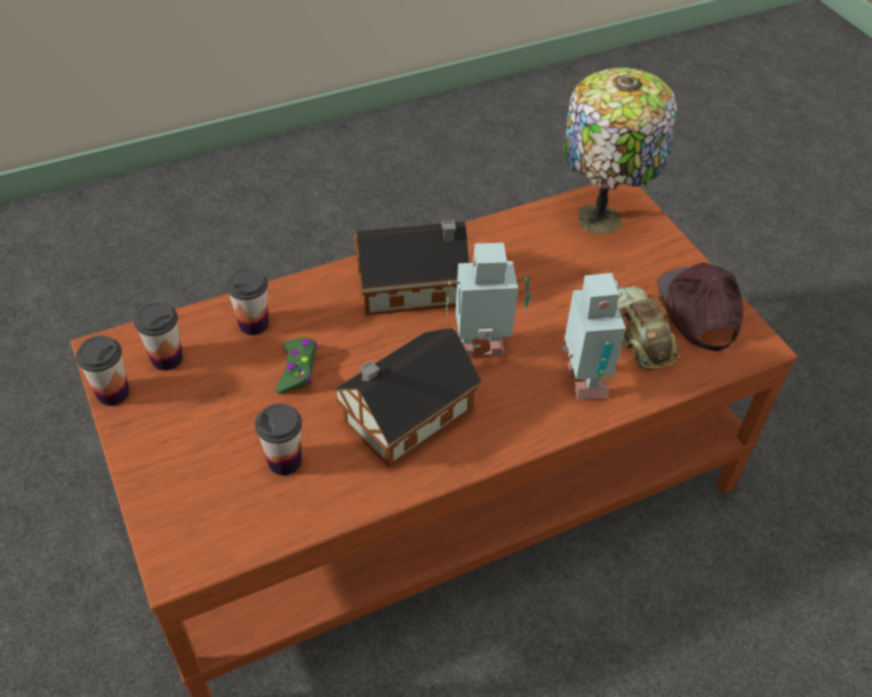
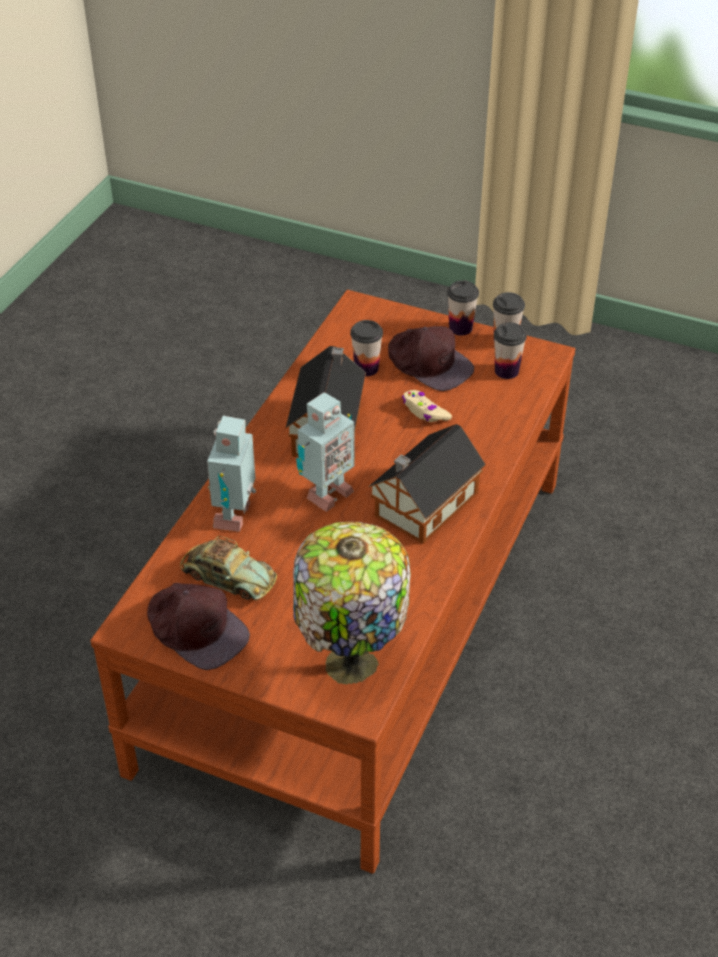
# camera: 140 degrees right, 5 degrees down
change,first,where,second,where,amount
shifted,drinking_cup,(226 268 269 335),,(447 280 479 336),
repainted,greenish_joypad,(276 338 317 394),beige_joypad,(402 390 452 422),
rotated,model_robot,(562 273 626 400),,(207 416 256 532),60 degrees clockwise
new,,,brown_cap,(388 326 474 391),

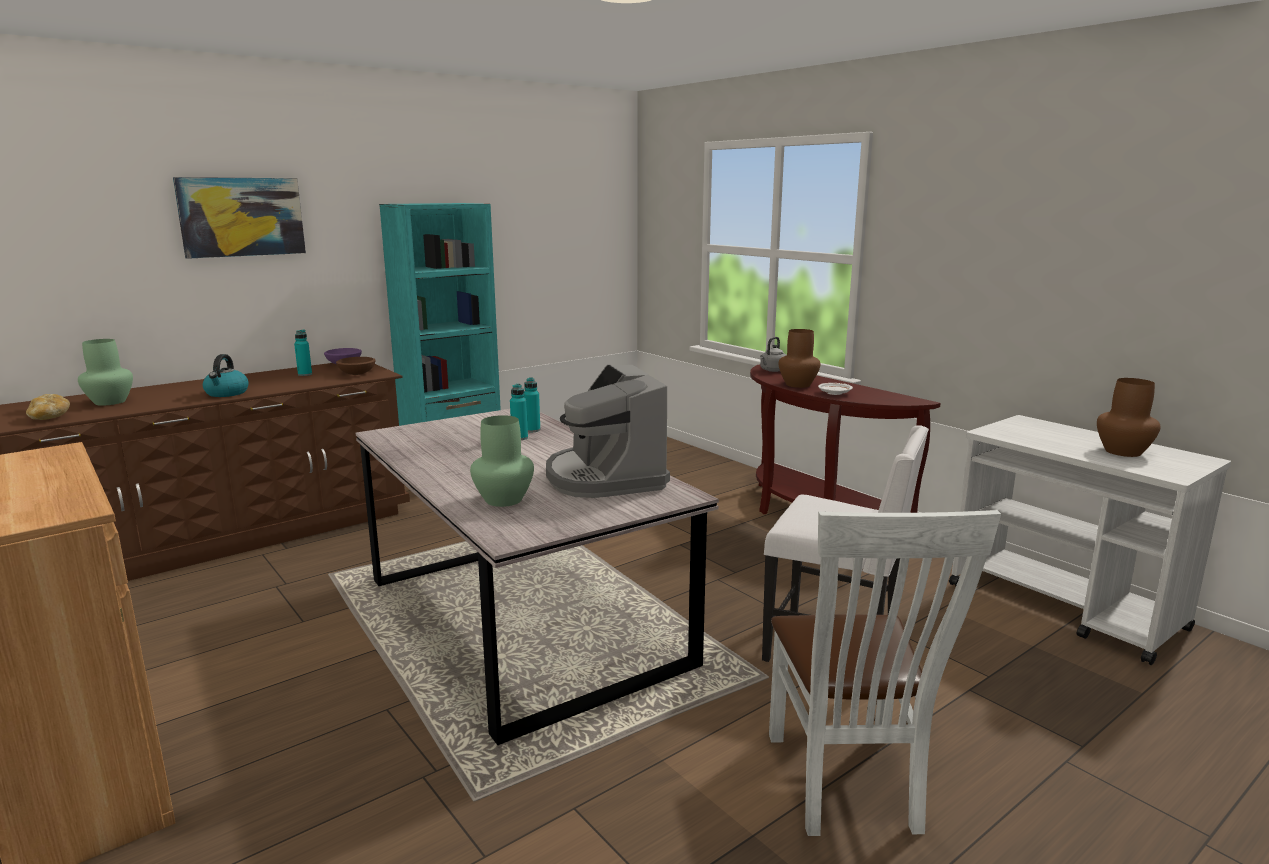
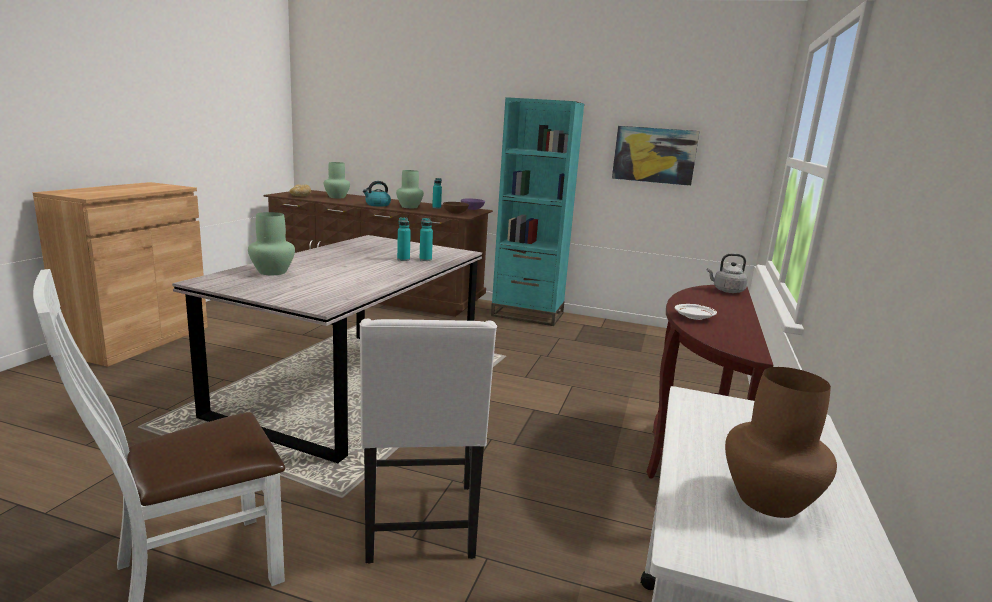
# camera: 55 degrees right, 0 degrees up
change,first,where,second,where,amount
shifted,wall_art,(173 177 306 259),,(612 126 700 186),
gone,coffee_brewer,(546 364 670 498),,,
gone,brown_flower_vase,(779 329 820 388),,,
new,,,greenish_flower_vase,(396 170 424 208),

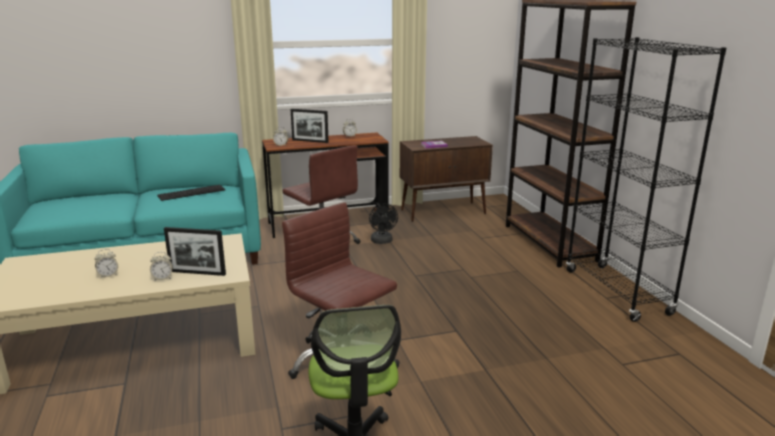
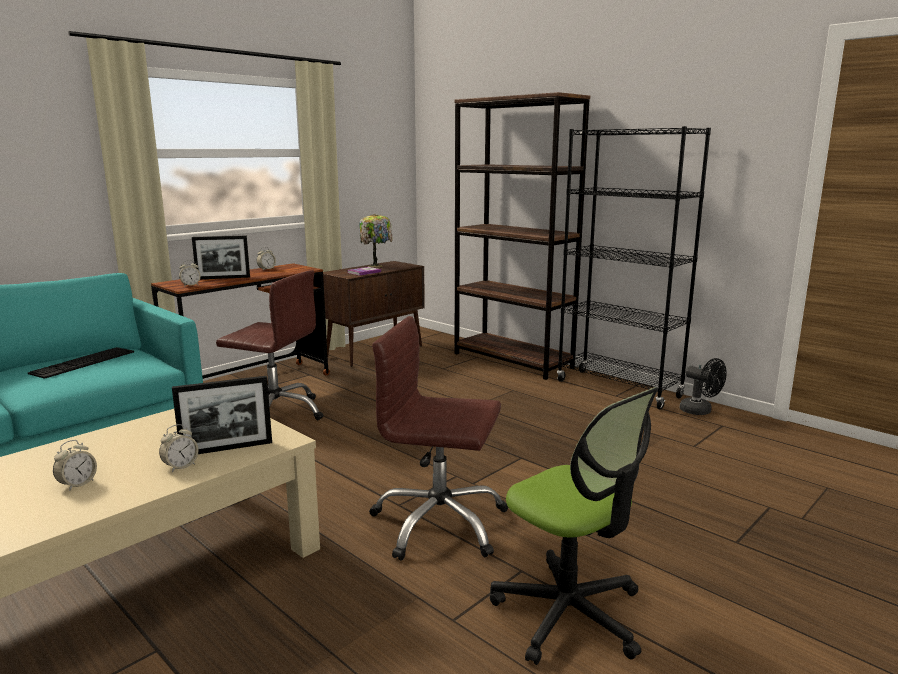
# camera: 30 degrees left, 5 degrees down
change,first,where,second,where,amount
shifted,black-coloured_fan,(369 204 398 244),,(679 358 727 415),
new,,,lamp_for_a_table,(359 214 392 268),

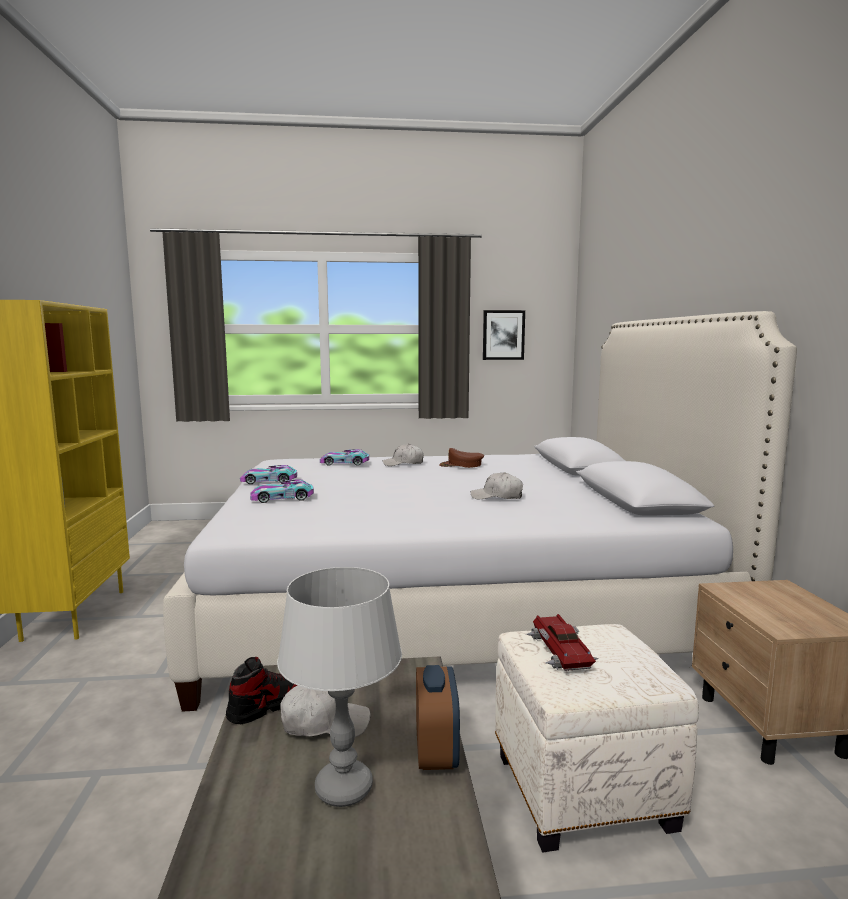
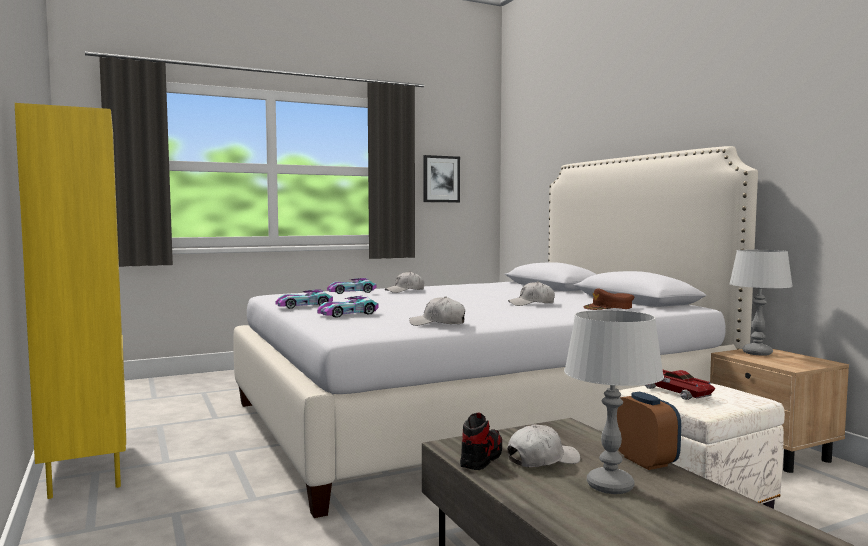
# camera: 20 degrees left, 5 degrees down
change,first,where,second,where,amount
shifted,brown_cap,(439 448 484 468),,(583 288 634 310),
new,,,white_cap,(409 296 465 326),
new,,,greyish_lamp_for_a_table,(729 250 793 356),

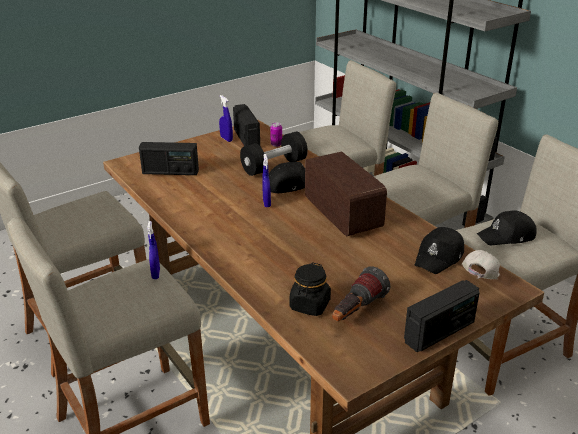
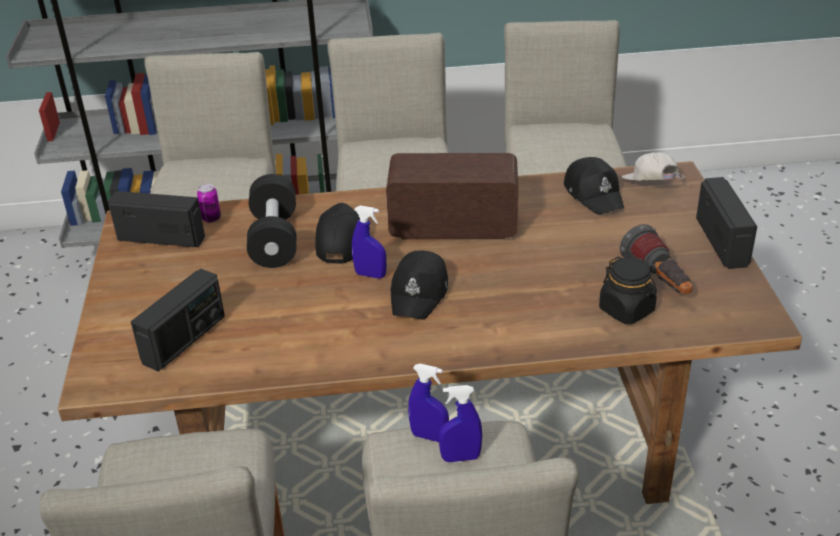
# camera: 60 degrees left, 5 degrees up
change,first,where,second,where,amount
shifted,bluish_sprayer,(219 95 233 142),,(439 385 482 462),
shifted,black-coloured_cap,(477 210 537 245),,(390 251 448 320),

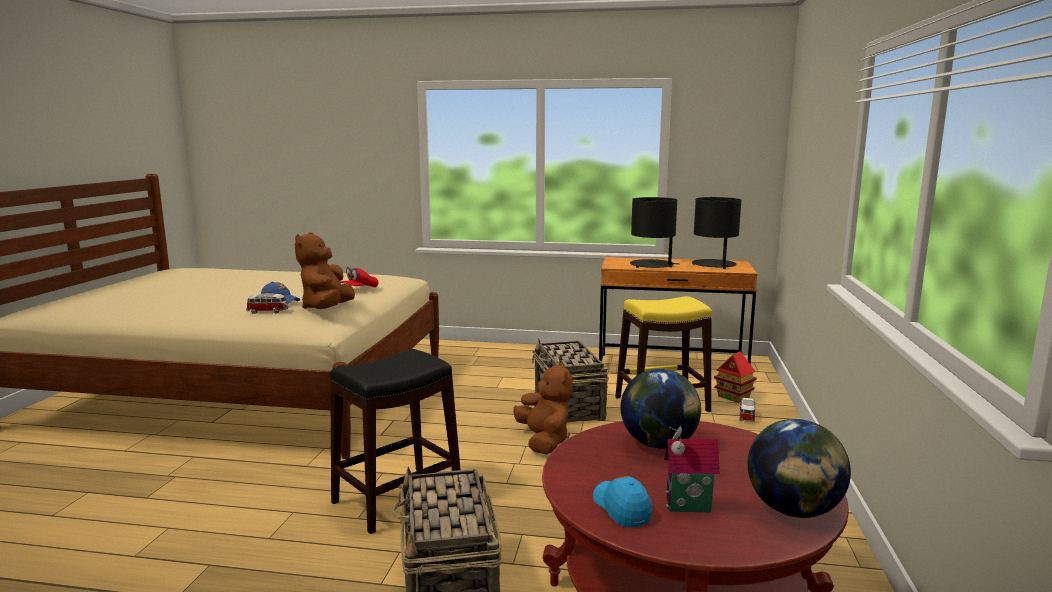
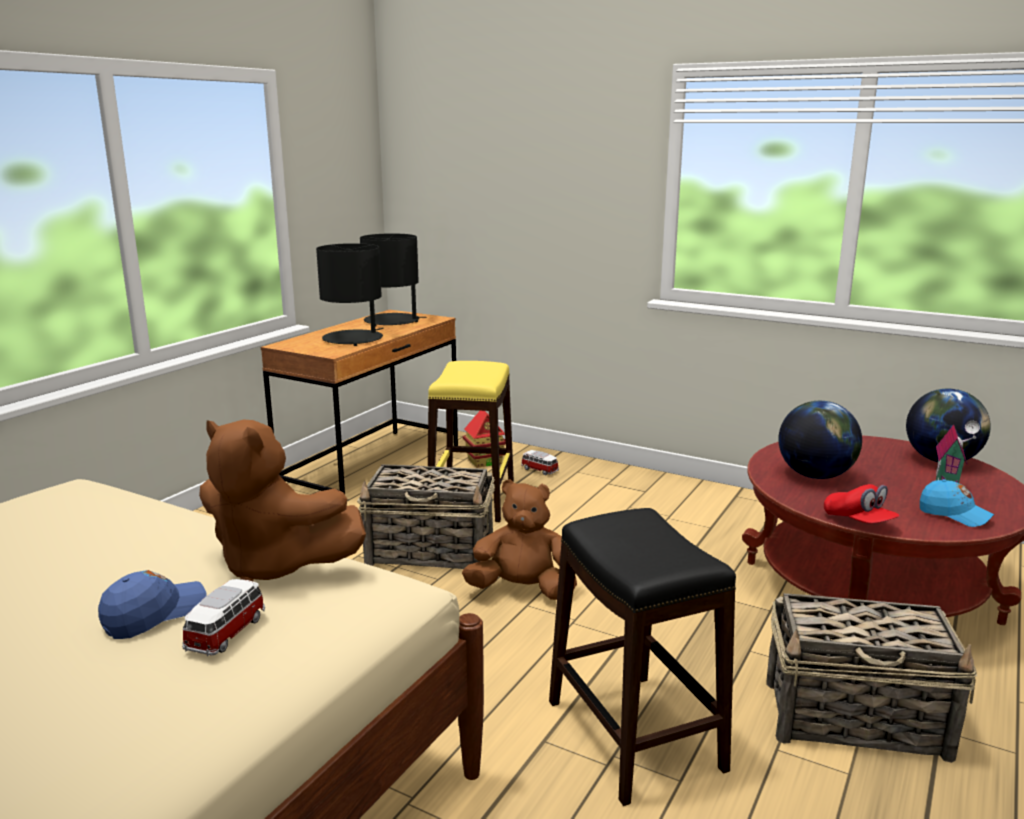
# camera: 70 degrees left, 5 degrees up
change,first,where,second,where,amount
shifted,red_cap,(340 267 378 287),,(824 484 900 524),
rotated,bluish_cap,(593 476 652 528),,(920 479 994 527),135 degrees counterclockwise

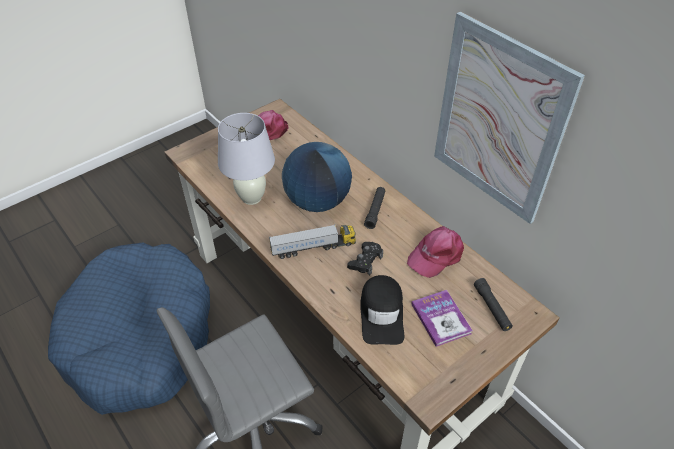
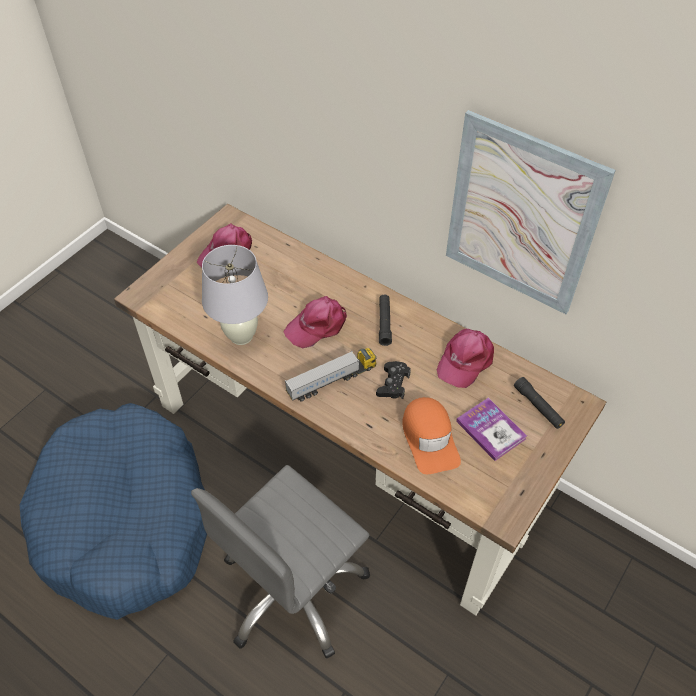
# camera: 15 degrees left, 5 degrees up
change,first,where,second,where,amount
swapped,desk_globe,(282 142 352 212),pink-coloured_cap,(283 296 347 348),
repainted,black-coloured_cap,(360 275 404 345),orange-coloured_cap,(402 397 461 474),

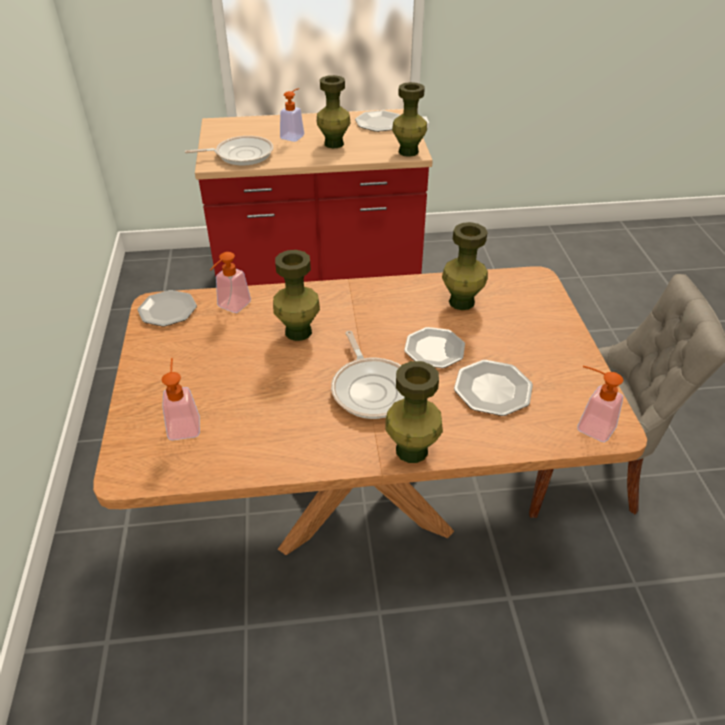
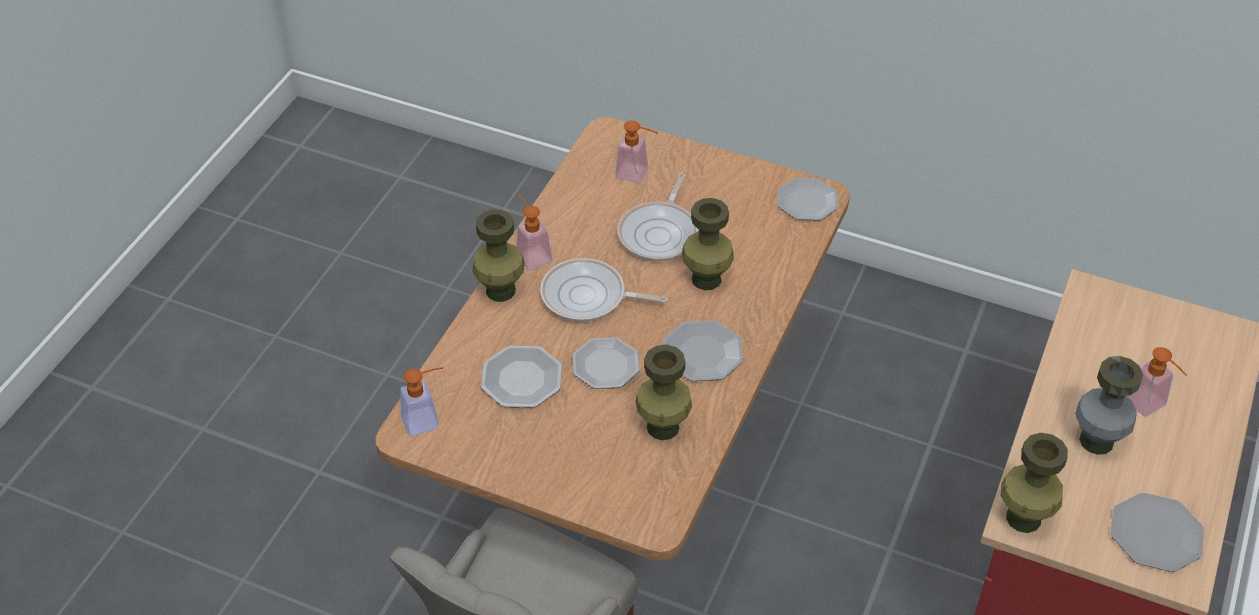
# camera: 120 degrees right, 5 degrees up
change,first,where,second,where,amount
shifted,skillet,(185 136 273 166),,(618 174 699 261),
shifted,soap_bottle,(210 252 251 313),,(516 195 553 271),
repainted,greenish_flower_vase,(317 75 351 148),greyish_flower_vase,(1075 356 1143 455),
new,,,plate,(663 320 744 381),

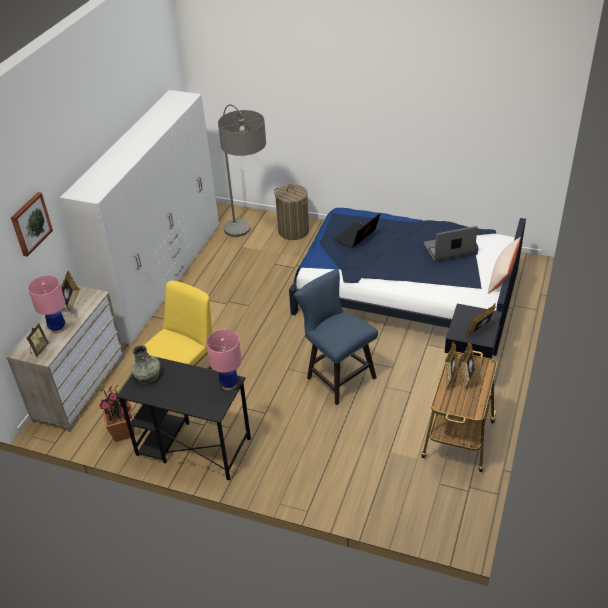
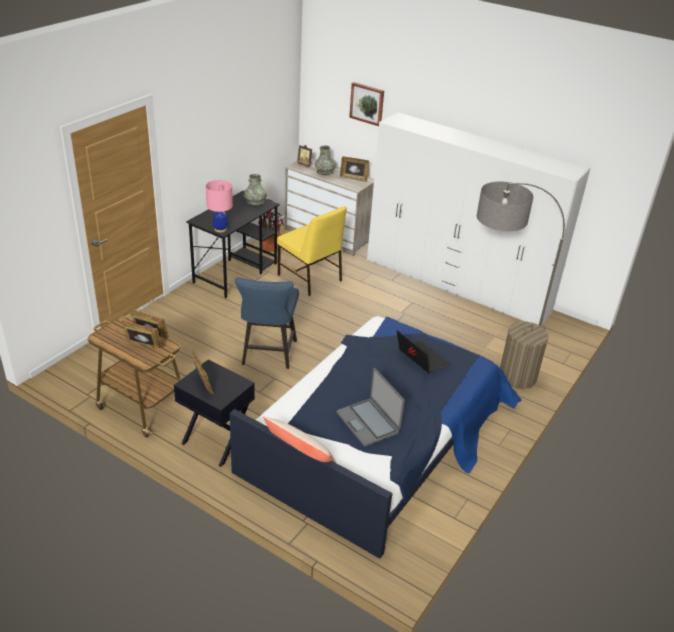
# camera: 100 degrees right, 5 degrees down
change,first,where,second,where,amount
swapped,pink-coloured_lamp_for_a_table,(28 276 65 333),greyish_flower_vase,(315 146 336 175),
rotated,bluish_chair,(294 269 378 405),,(235 277 299 369),120 degrees clockwise
rotated,portable_computer,(423 226 478 261),,(337 368 405 446),150 degrees clockwise

